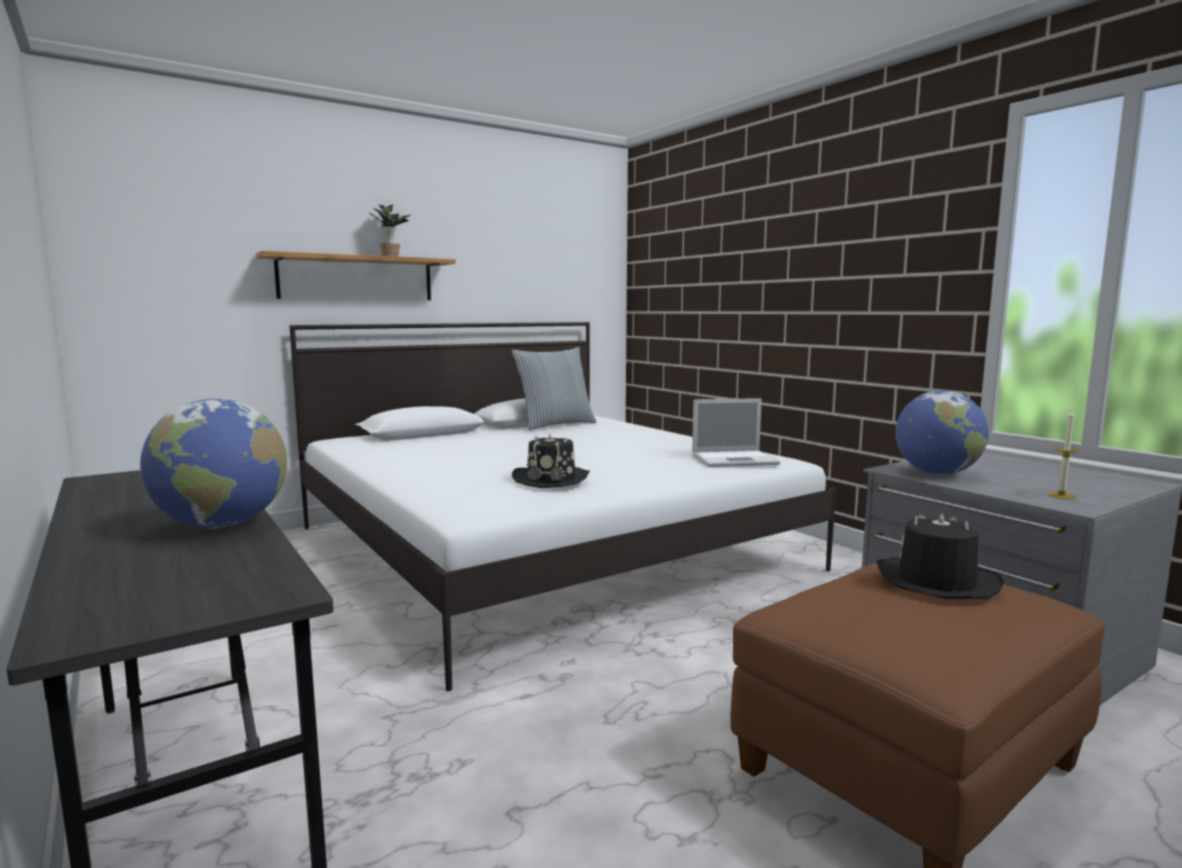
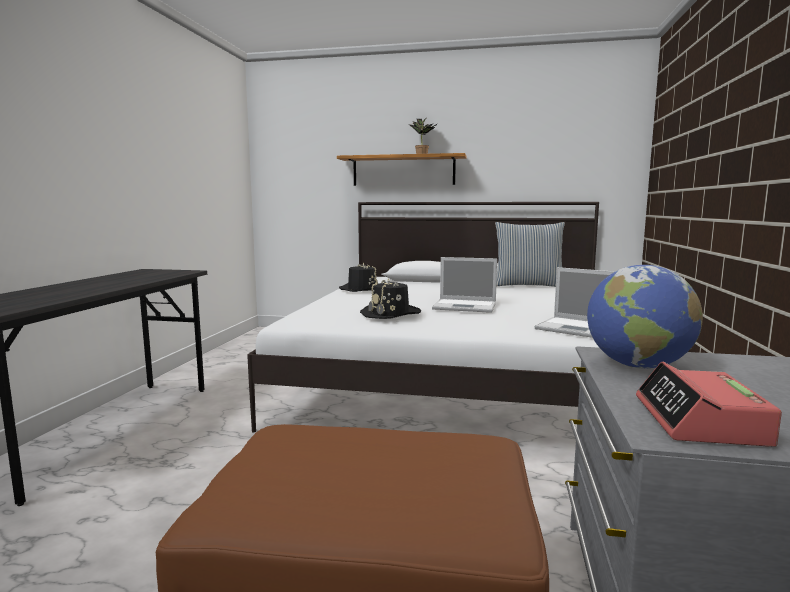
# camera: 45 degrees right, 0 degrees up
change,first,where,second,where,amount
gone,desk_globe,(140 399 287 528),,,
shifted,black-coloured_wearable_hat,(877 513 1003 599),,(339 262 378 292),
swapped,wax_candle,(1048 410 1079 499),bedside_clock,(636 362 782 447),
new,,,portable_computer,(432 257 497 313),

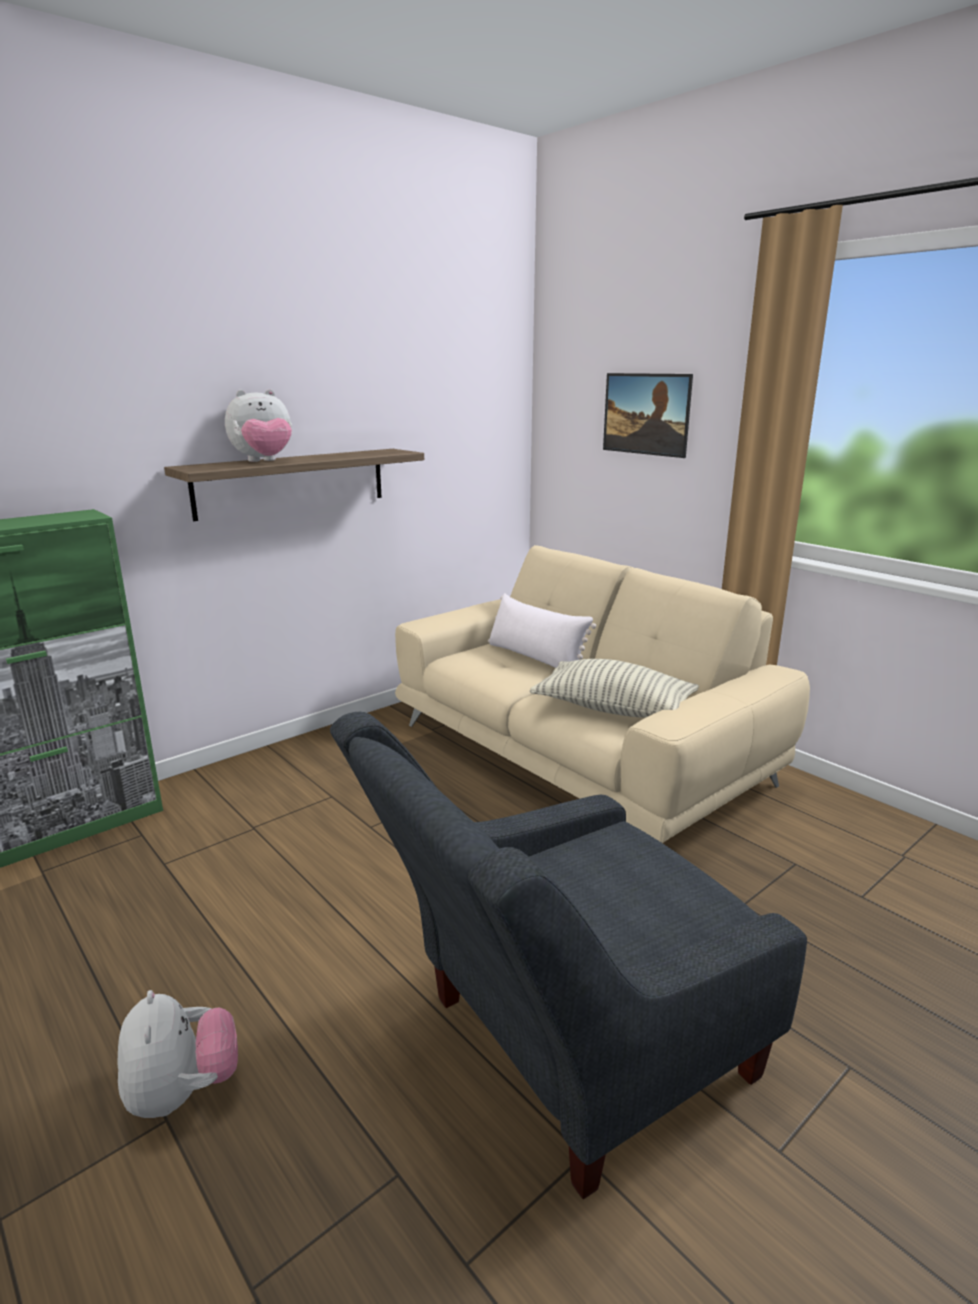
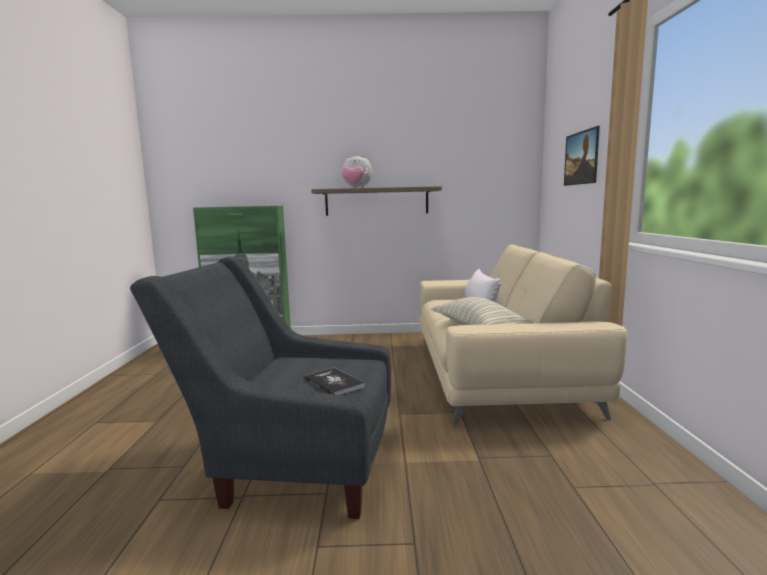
# camera: 40 degrees right, 10 degrees down
change,first,where,second,where,amount
gone,soft_toy,(117 990 238 1118),,,
new,,,bound_book,(304 368 365 395),

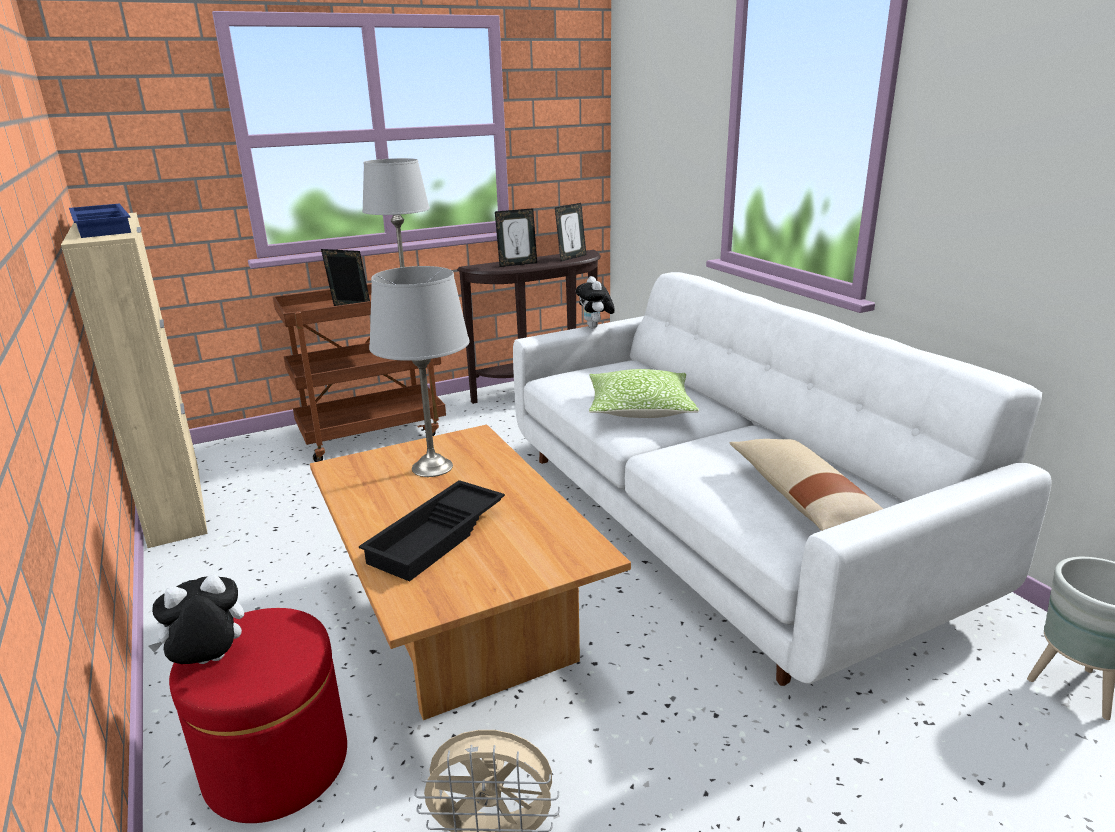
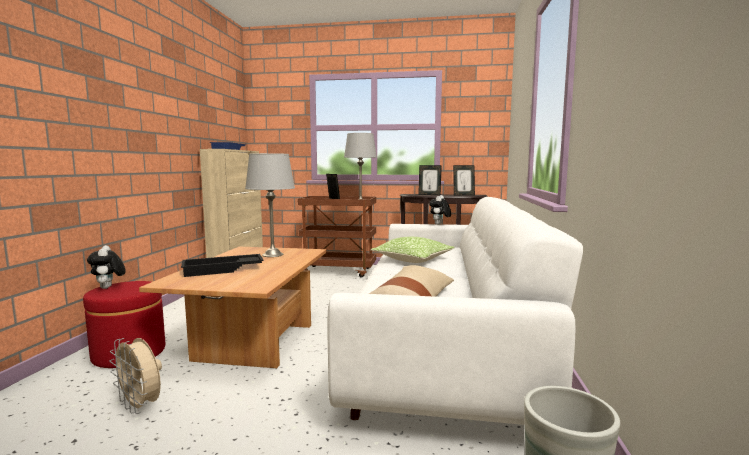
# camera: 35 degrees right, 15 degrees down
change,first,where,second,where,amount
rotated,soft_toy,(148 574 244 664),,(87 245 126 289),120 degrees counterclockwise

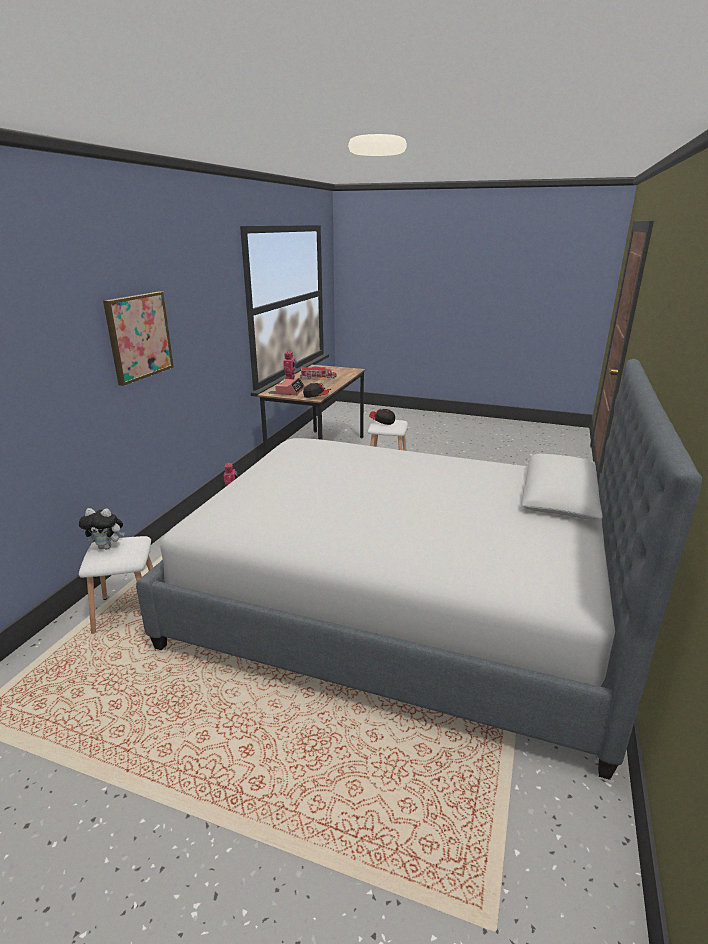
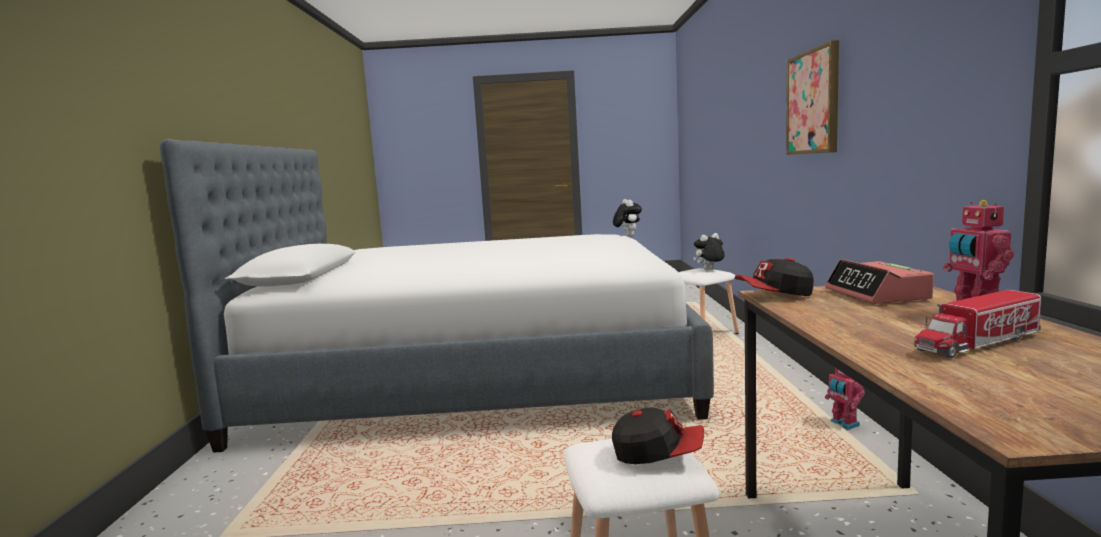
# camera: 160 degrees right, 15 degrees down
change,first,where,second,where,amount
new,,,soft_toy,(613 199 642 237),

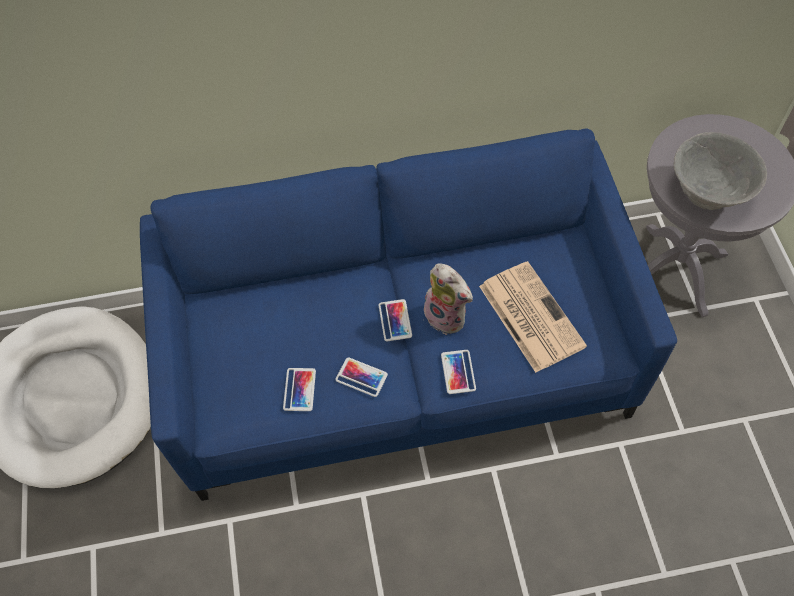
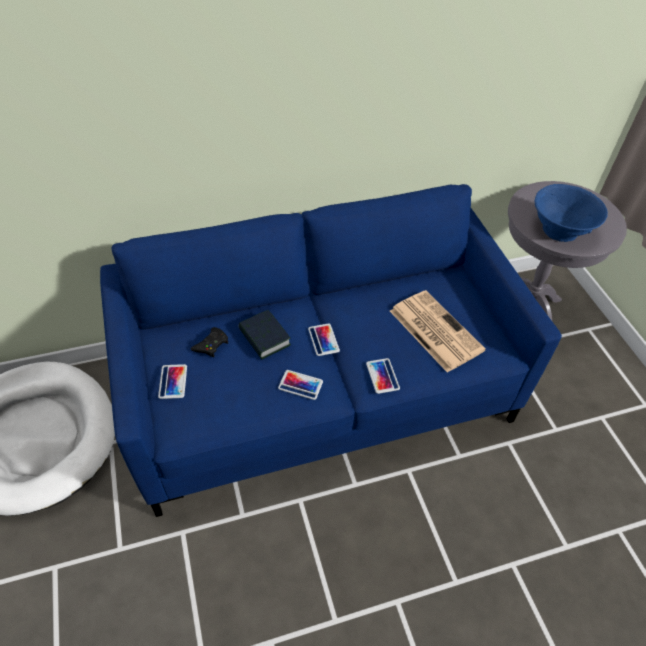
# camera: 10 degrees left, 10 degrees down
change,first,where,second,where,amount
shifted,phone,(283 368 316 411),,(158 364 187 399),
gone,soft_toy,(422 263 473 335),,,
repainted,greyish_bowl,(673 132 767 210),bluish_bowl,(535 184 608 242),
new,,,black-coloured_joypad,(191 327 228 358),
new,,,bound_book,(239 310 291 359),

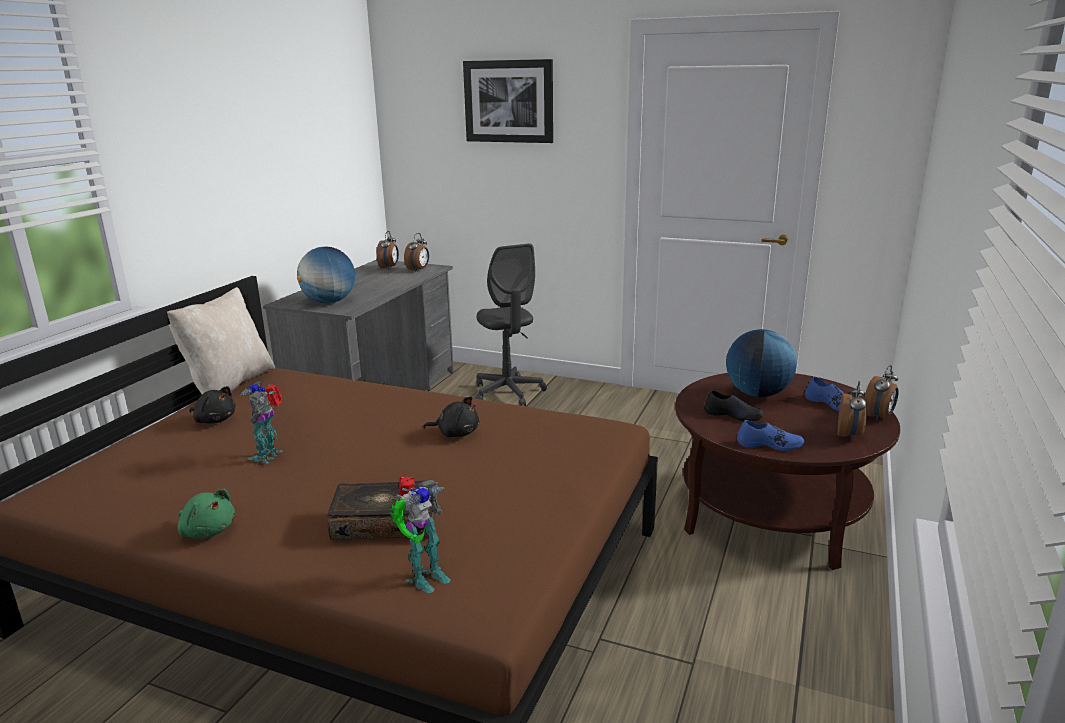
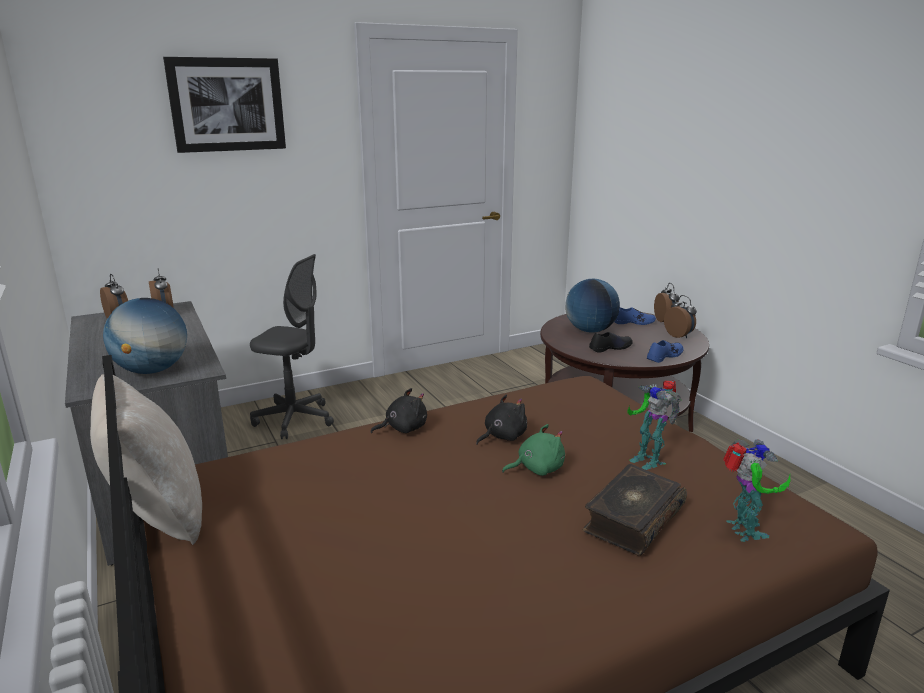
# camera: 50 degrees left, 0 degrees up
change,first,where,second,where,amount
shifted,greenish_soft_toy,(177 489 235 539),,(502 424 565 476),
shifted,black-coloured_soft_toy,(189 386 236 424),,(371 388 427 433),
shifted,model_robot,(240 381 283 464),,(627 380 682 470),

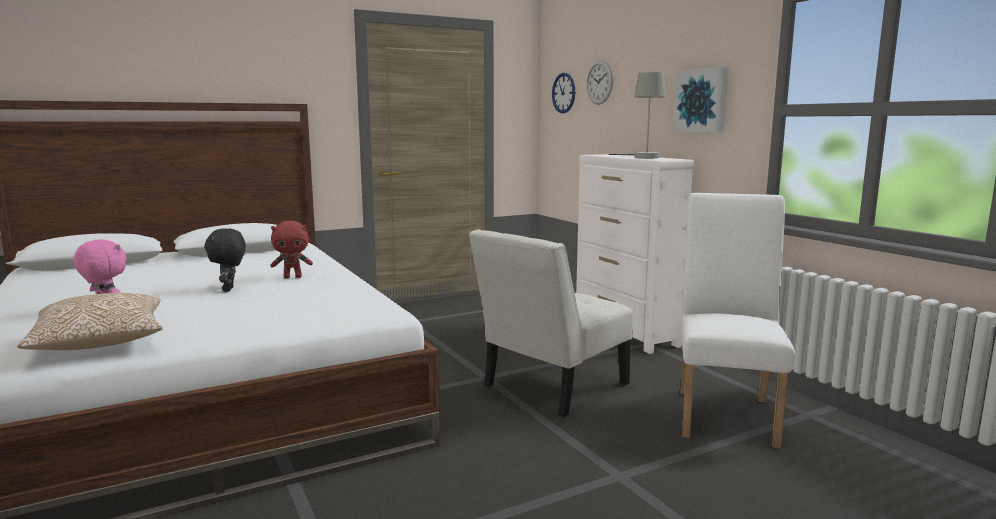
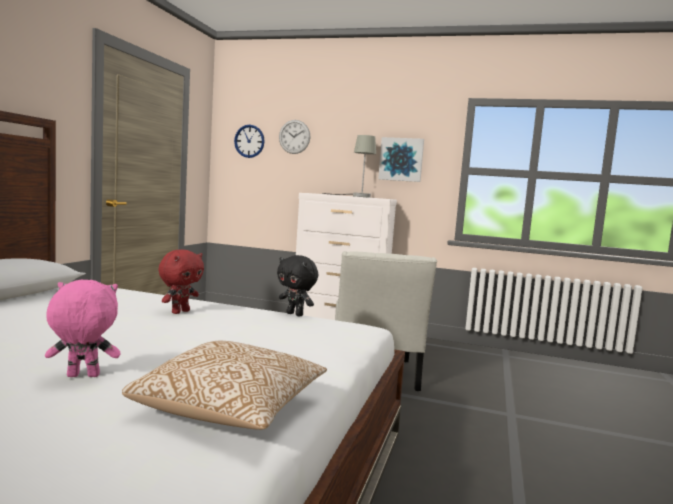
# camera: 45 degrees left, 5 degrees down
change,first,where,second,where,amount
shifted,black-coloured_soft_toy,(204 228 246 292),,(277 255 318 317),
gone,white_chair,(680 193 795 449),,,

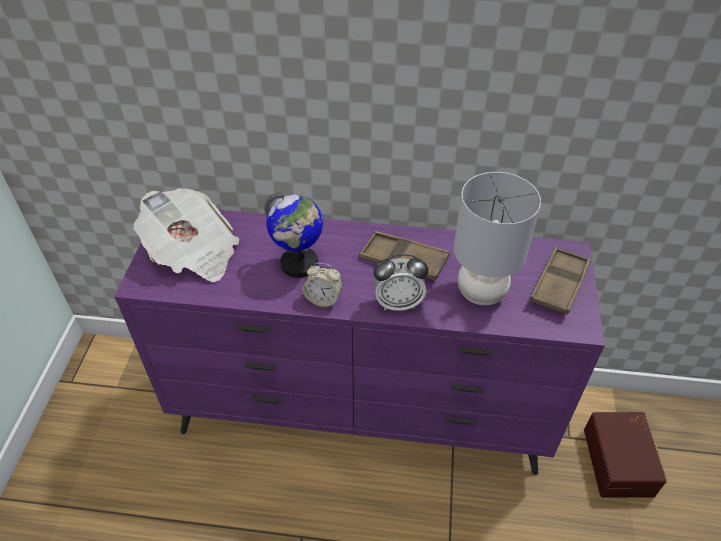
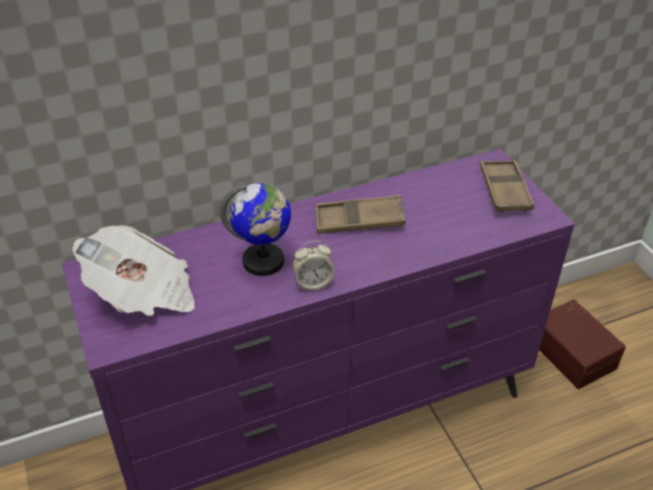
# camera: 30 degrees left, 5 degrees down
change,first,where,second,where,amount
gone,bedside_clock,(373 254 428 311),,,
gone,greyish_lamp_for_a_table,(454 172 541 305),,,

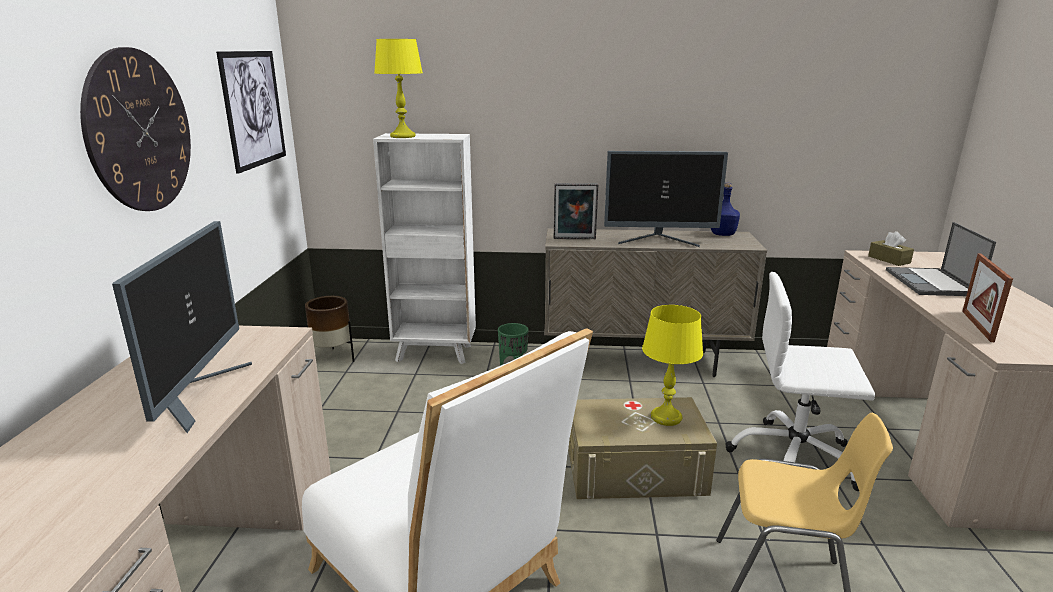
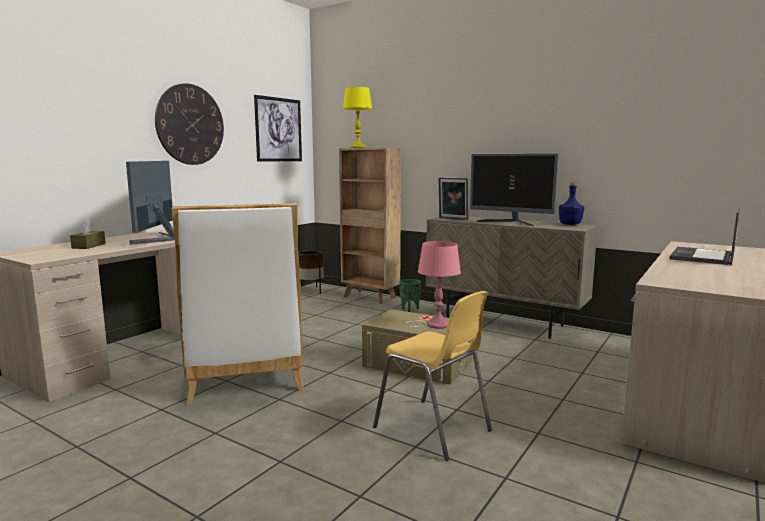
# camera: 30 degrees right, 10 degrees down
change,first,where,second,where,amount
rotated,monitor,(112 221 252 433),,(126 161 175 245),150 degrees clockwise
repainted,white_bookcase,(373 133 476 364),brown_bookcase,(339 148 401 304),
repainted,yellowish_lamp_for_a_table,(642 305 703 426),pink-coloured_lamp_for_a_table,(418 241 461 329),
gone,white_desk_chair,(725 272 875 491),,,
shifted,brown_box_of_tissues,(868 231 914 266),,(70 220 106 249),
gone,picture_frame,(962 253 1013 343),,,

